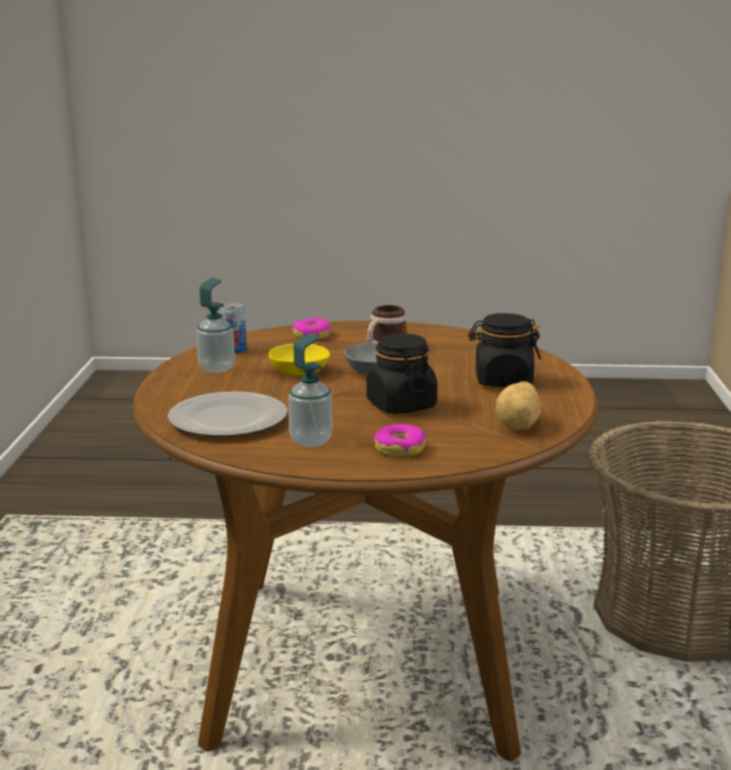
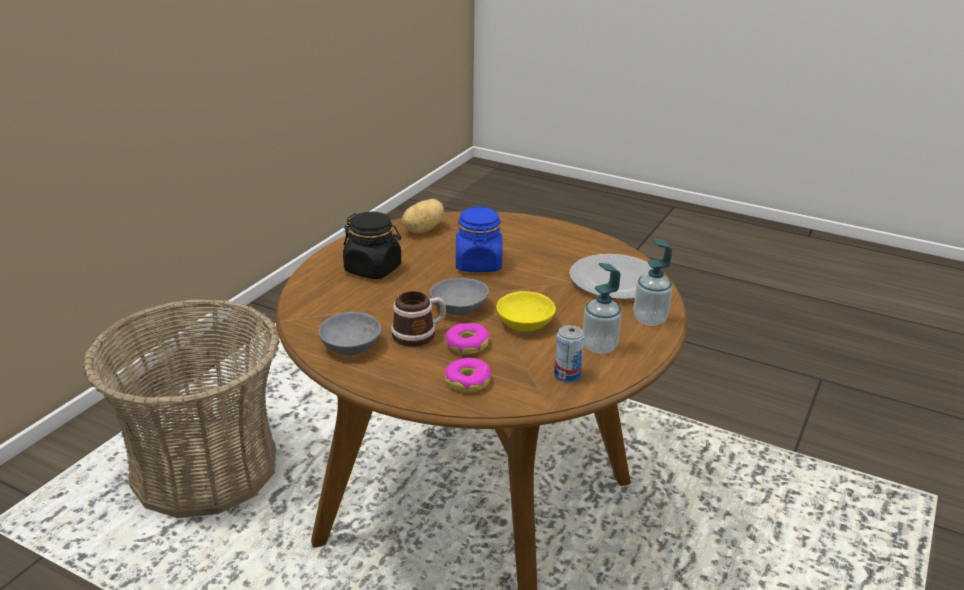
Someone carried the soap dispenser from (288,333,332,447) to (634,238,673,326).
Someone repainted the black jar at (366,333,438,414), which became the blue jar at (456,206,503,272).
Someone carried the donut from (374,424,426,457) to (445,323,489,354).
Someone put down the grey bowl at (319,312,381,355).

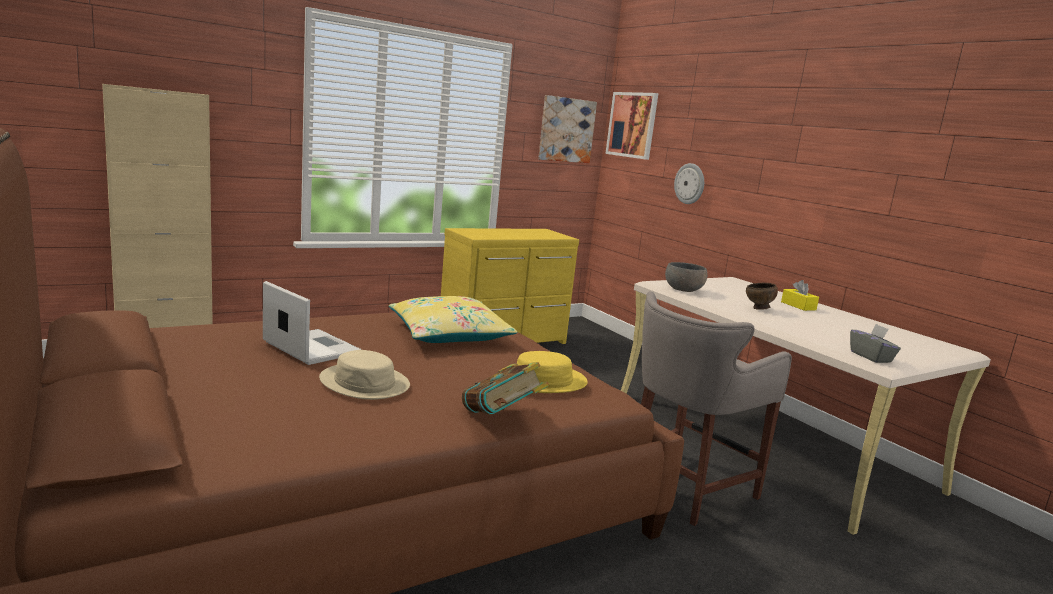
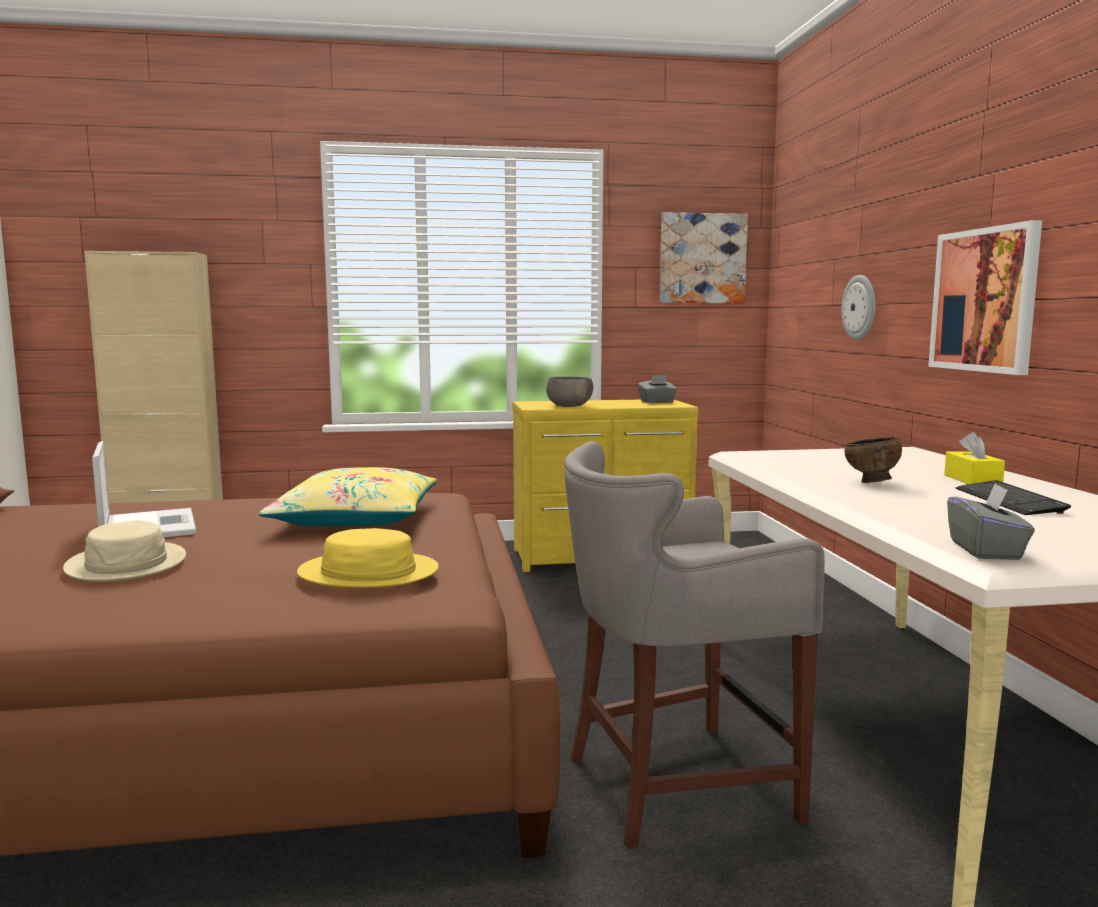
Someone took away the book at (462,362,549,414).
Someone carried the picture from (605,92,658,160) to (928,220,1042,375).
Someone carried the grey bowl from (665,262,707,292) to (546,377,593,407).
Someone put down the grey tissue box at (638,375,677,403).
Someone put down the keyboard at (956,480,1071,515).

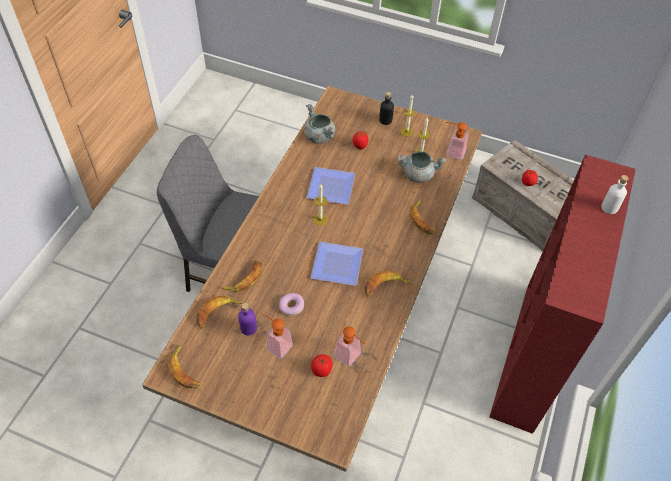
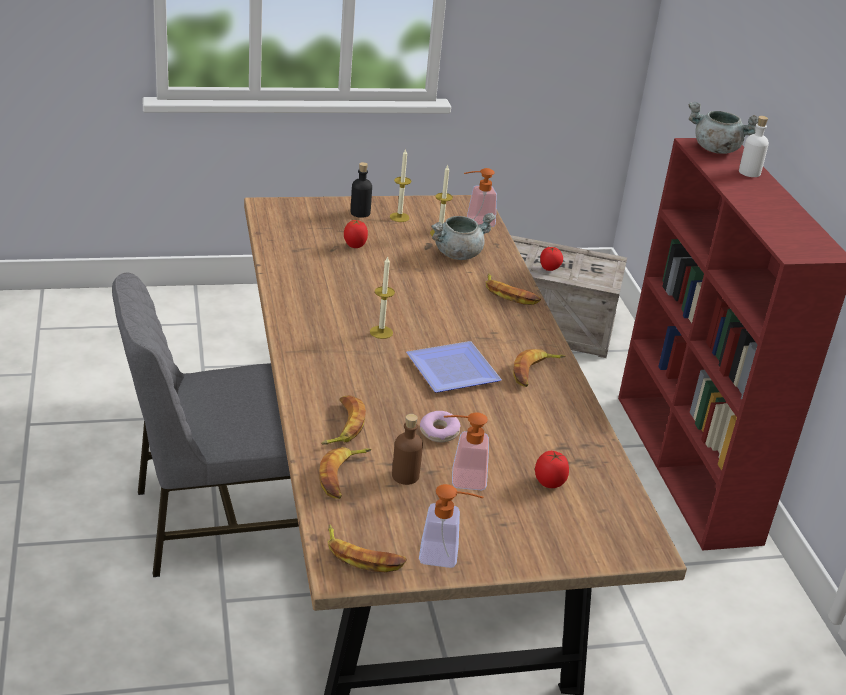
Someone repainted the purple bottle at (238,303,257,336), which became the brown bottle at (392,414,423,485).
Someone carried the grey cooking pot from (304,104,336,144) to (688,102,758,154).
Someone took away the plate at (306,167,355,205).
Someone carried the soap dispenser from (334,326,366,366) to (419,484,483,568).

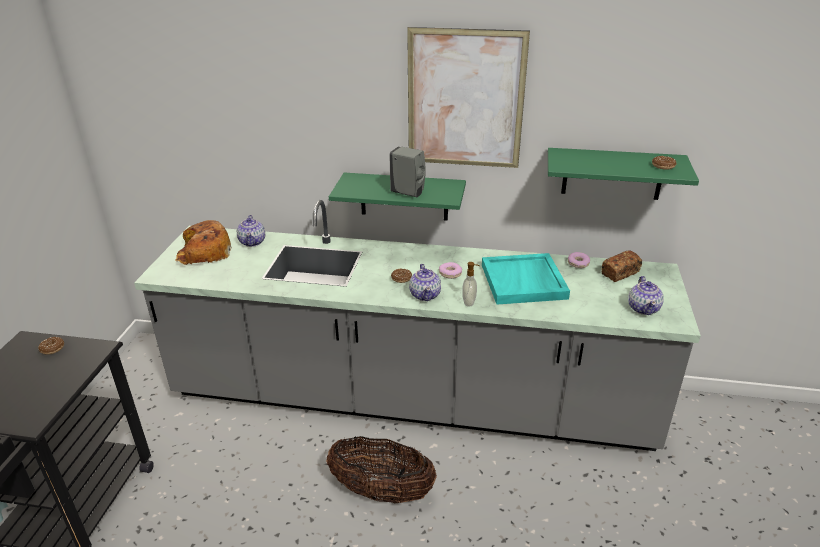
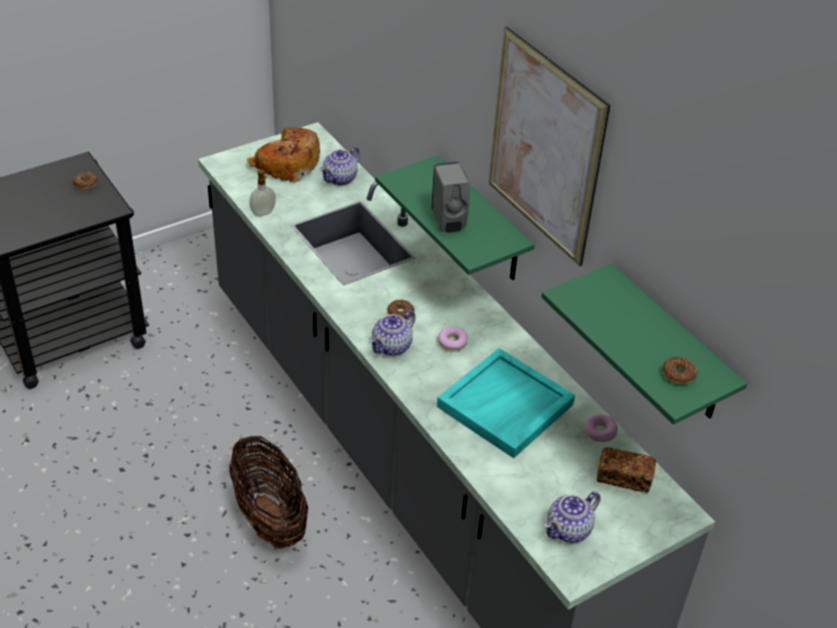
Someone carried the soap dispenser from (462,262,480,306) to (250,169,276,217).

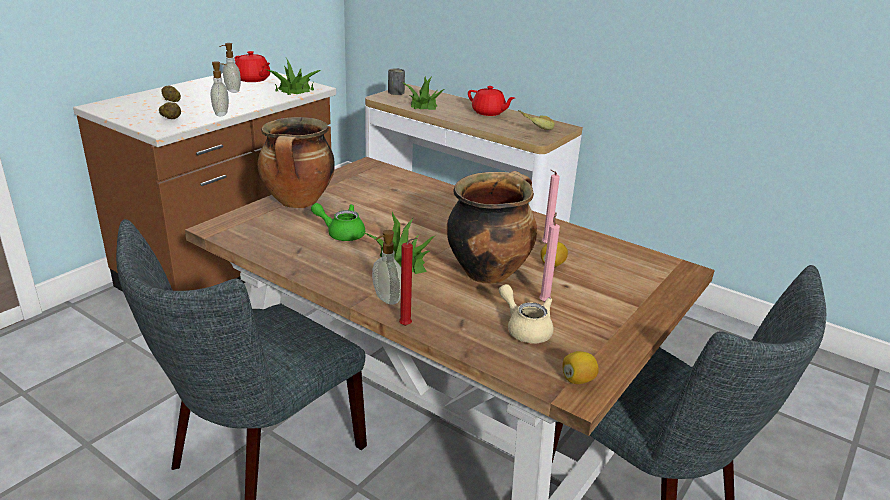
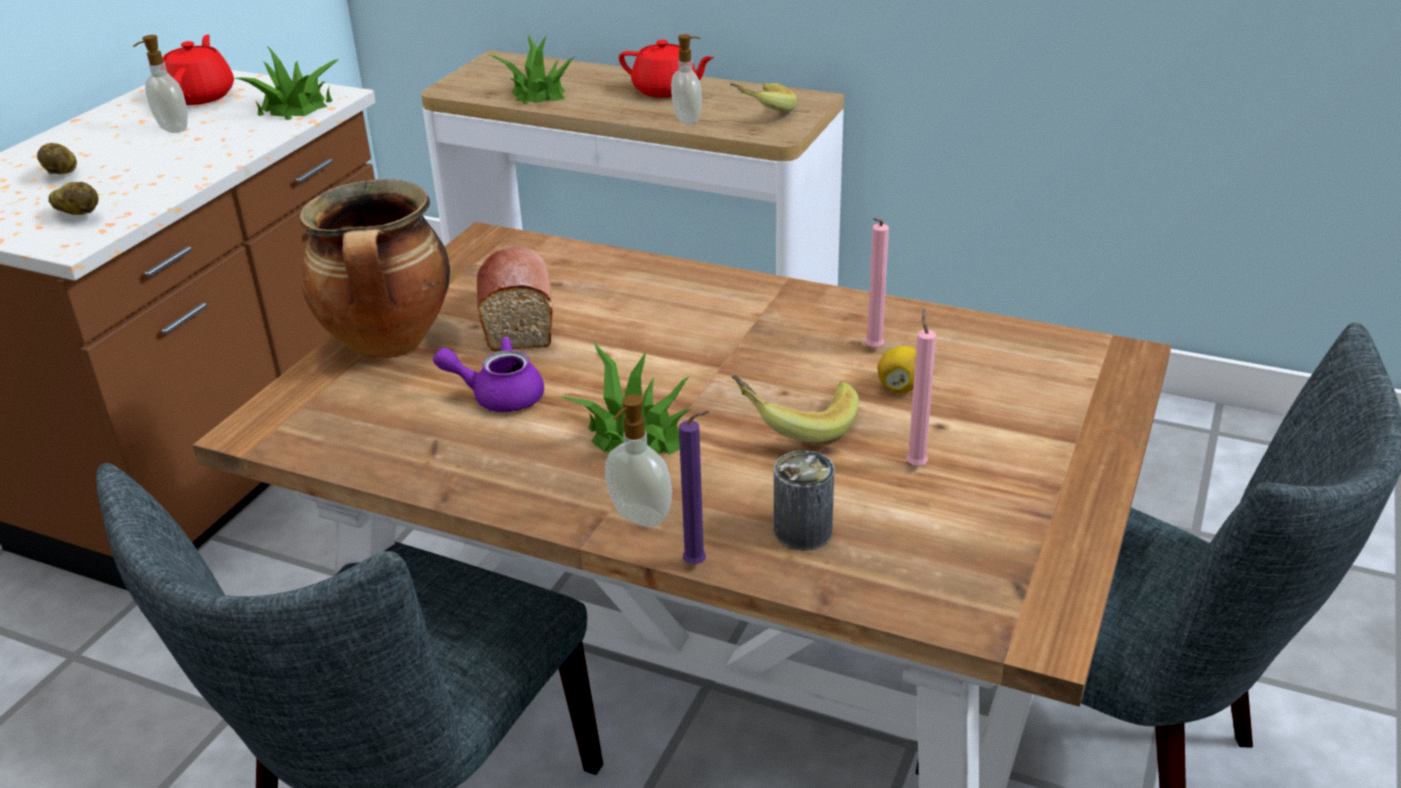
Someone carried the soap dispenser from (210,61,229,116) to (671,34,702,124).
Someone rotated the red teapot at (235,51,270,82) by 120 degrees counterclockwise.
Someone repainted the green teapot at (311,203,365,241), which became the purple teapot at (433,337,544,412).
Someone carried the can from (388,69,405,95) to (774,450,834,550).
Someone repainted the red candle at (399,238,418,326), which became the purple candle at (679,411,709,565).
Someone swapped the cooking pot at (447,171,537,284) for the banana at (732,375,859,442).
Someone took away the beige teapot at (499,284,554,344).
Someone took away the lemon at (563,351,599,384).
Someone put down the bread at (477,247,553,351).

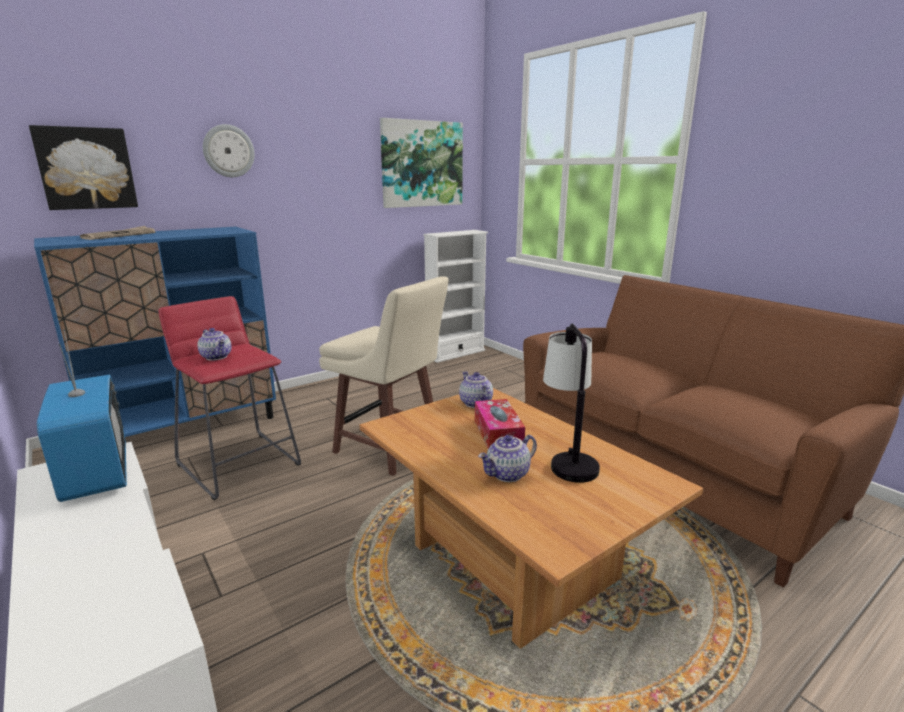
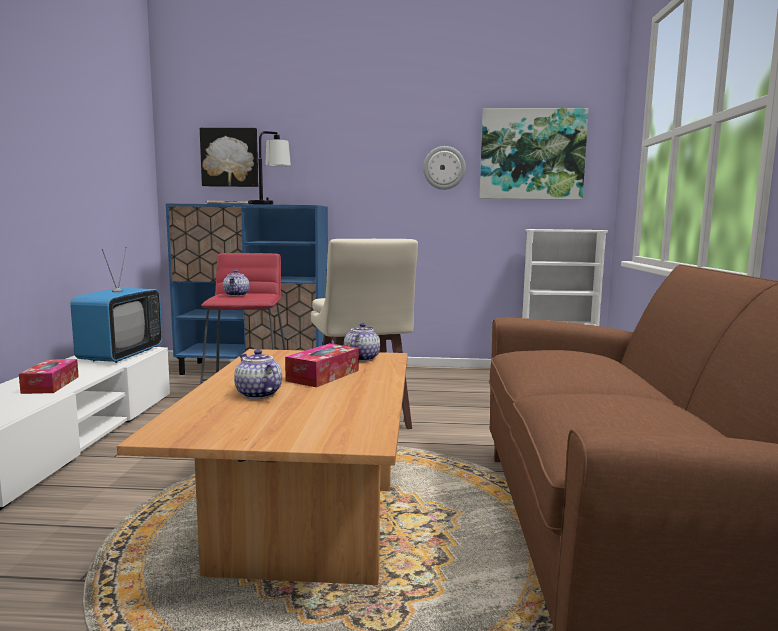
Someone carried the wall clock from (203,124,255,177) to (423,146,466,190).
Someone rotated the teapot at (478,435,537,482) by 45 degrees clockwise.
Someone carried the table lamp from (543,324,600,483) to (248,131,291,205).
Someone put down the tissue box at (19,359,79,394).

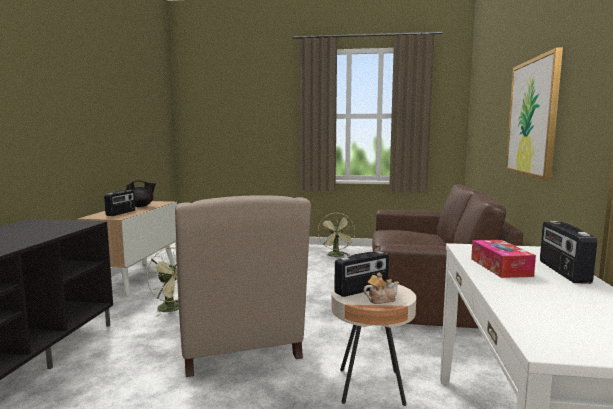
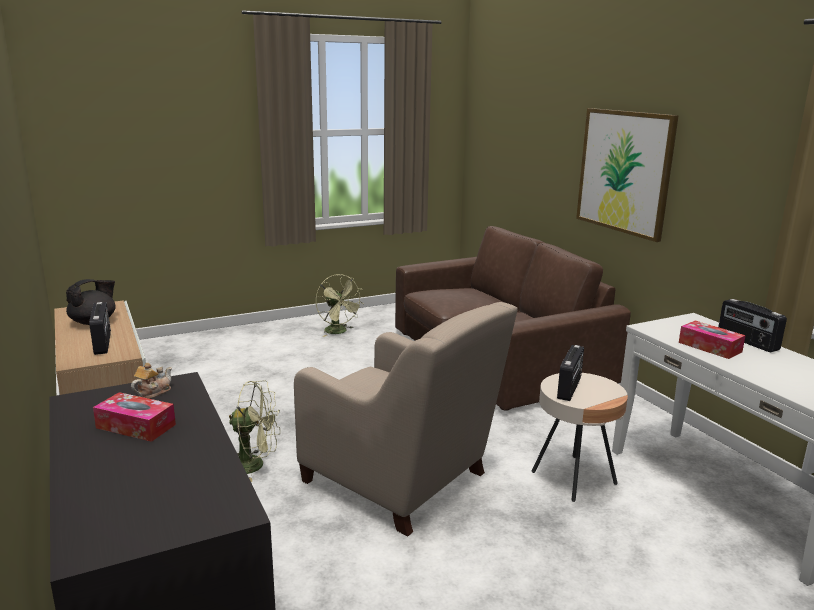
Someone carried the teapot from (364,272,399,304) to (131,363,172,399).
Someone put down the tissue box at (93,392,176,442).

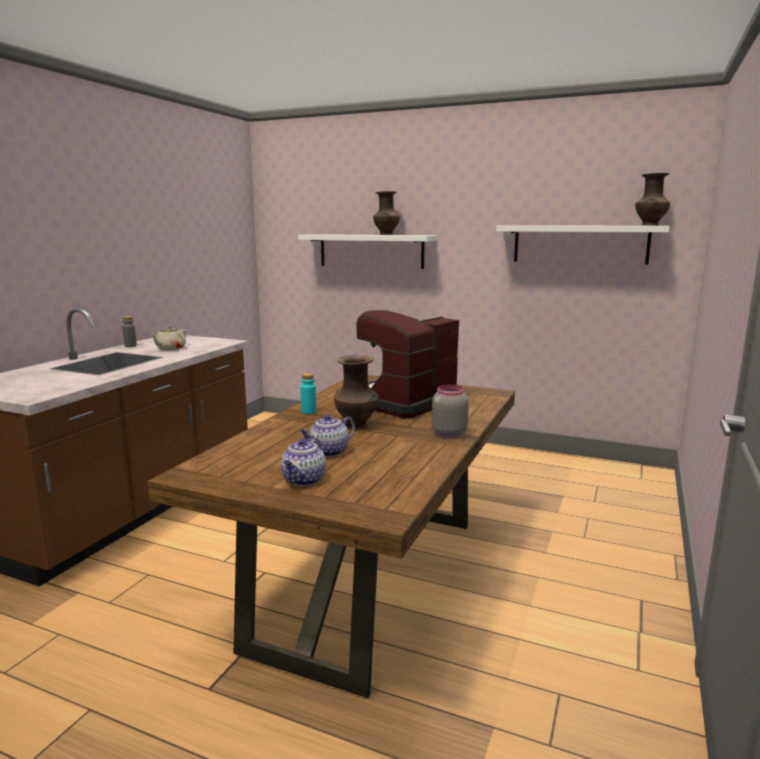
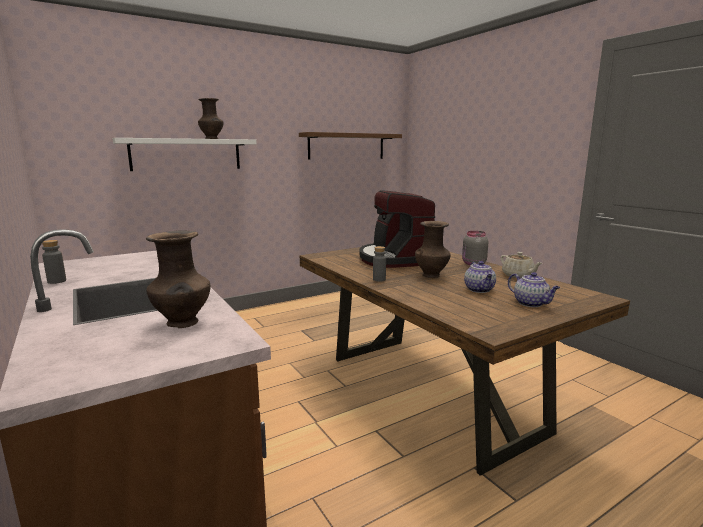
Someone carried the beige teapot from (150,326,187,350) to (501,252,542,278).
Someone repainted the turquoise bottle at (300,373,316,414), which became the grey bottle at (373,246,386,282).
Someone repainted the white shelf at (496,225,670,265), which became the brown shelf at (299,132,402,160).
Someone carried the brown vase from (635,173,670,225) to (146,231,211,328).

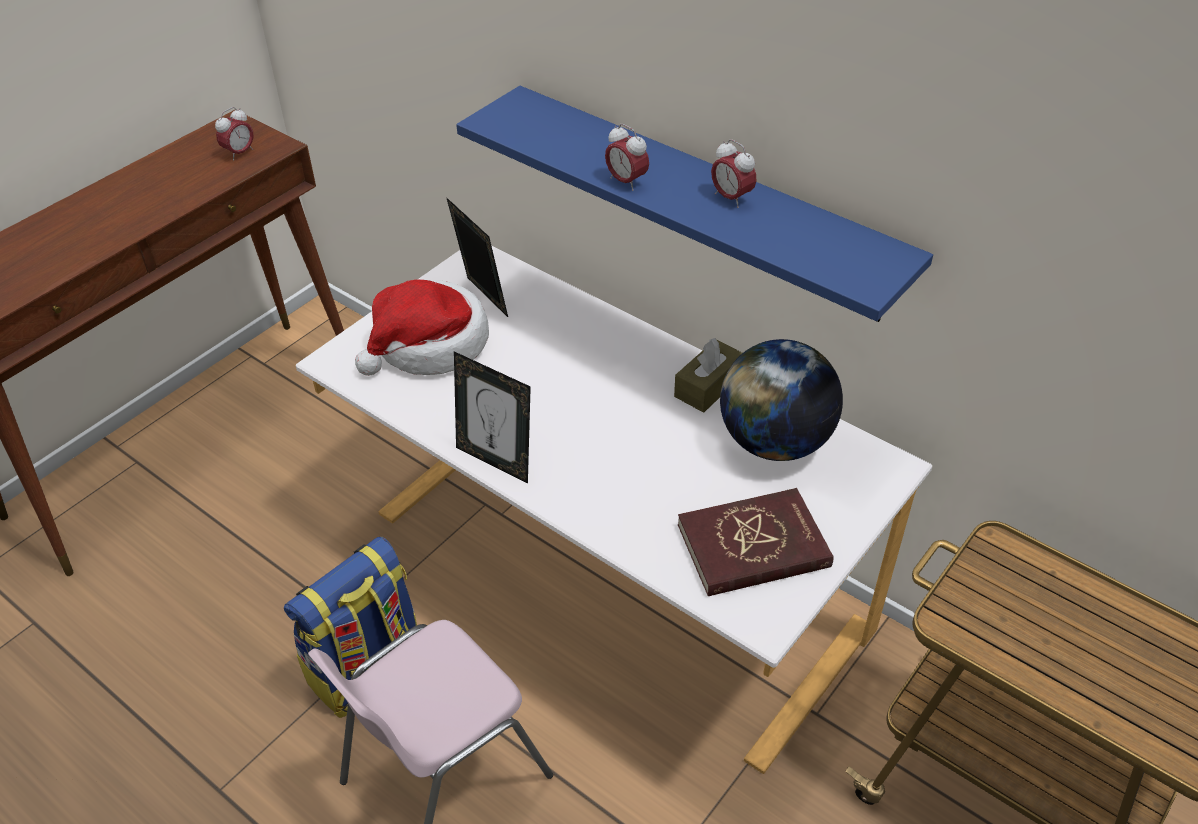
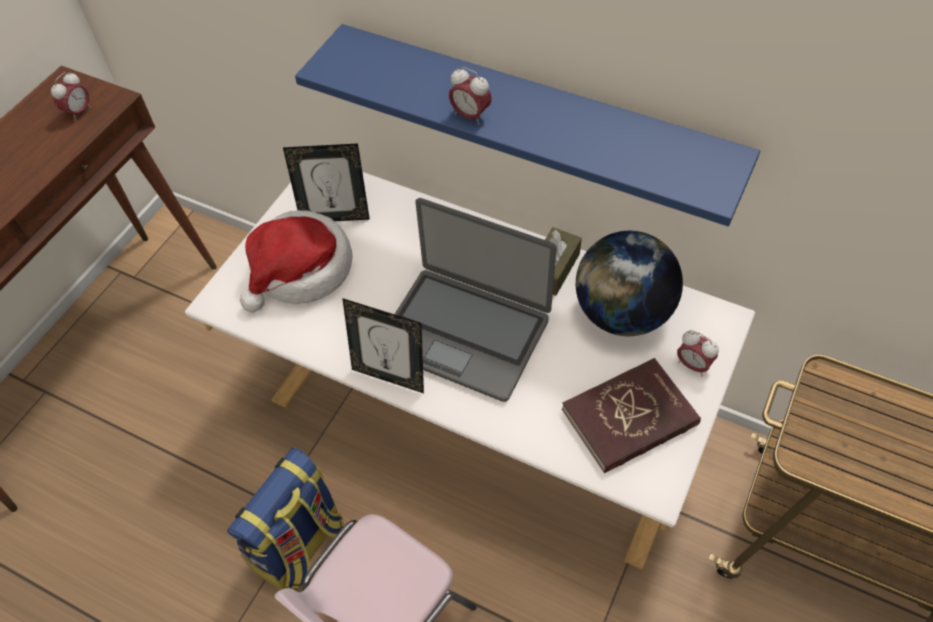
Someone rotated the picture frame at (446,197,508,317) by 135 degrees clockwise.
Someone carried the alarm clock from (711,139,756,208) to (677,330,719,376).
Someone put down the laptop at (395,198,557,402).

